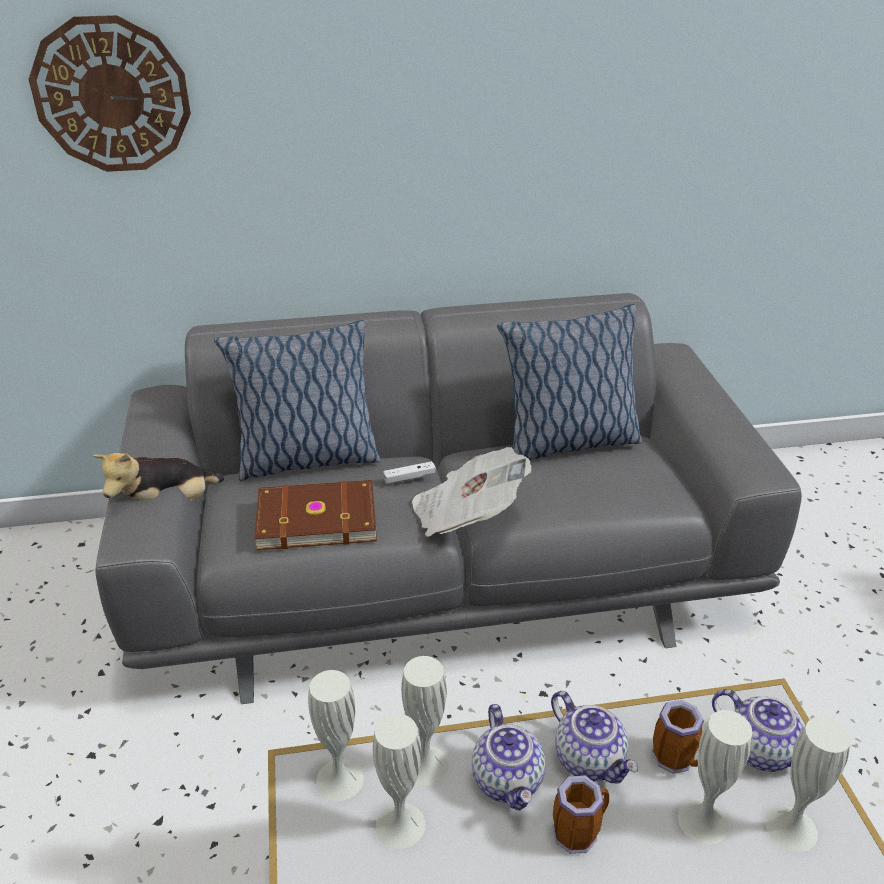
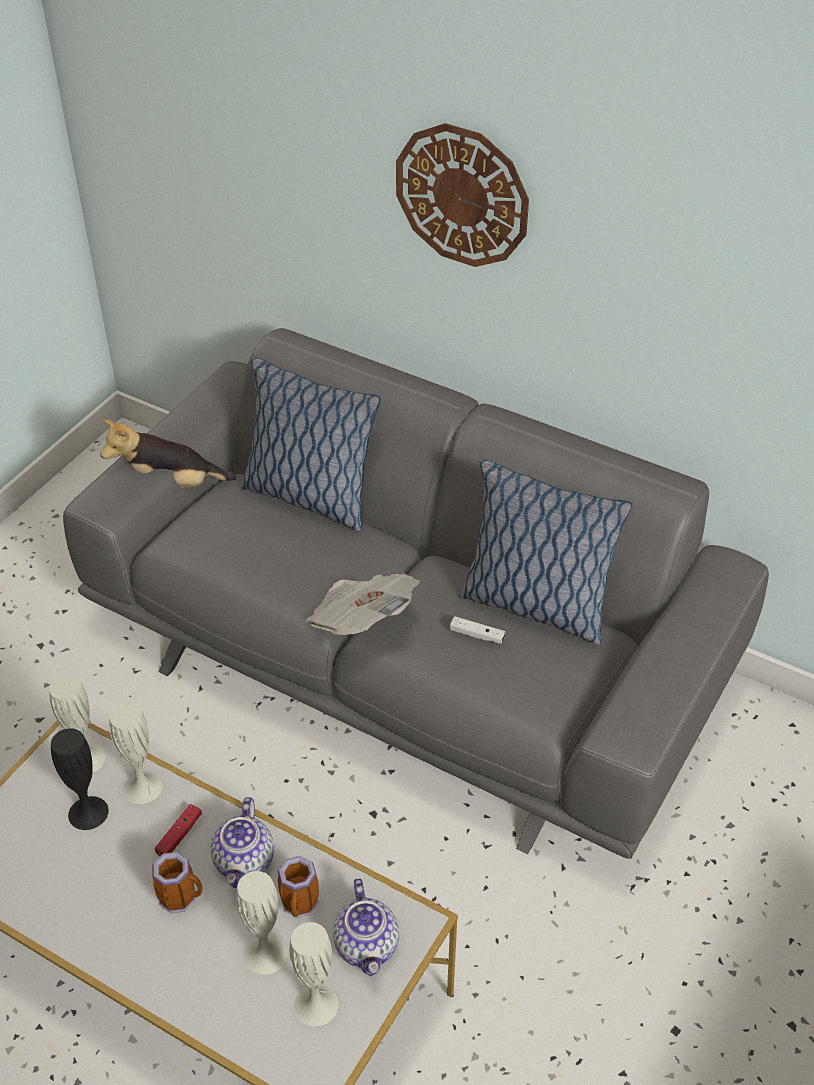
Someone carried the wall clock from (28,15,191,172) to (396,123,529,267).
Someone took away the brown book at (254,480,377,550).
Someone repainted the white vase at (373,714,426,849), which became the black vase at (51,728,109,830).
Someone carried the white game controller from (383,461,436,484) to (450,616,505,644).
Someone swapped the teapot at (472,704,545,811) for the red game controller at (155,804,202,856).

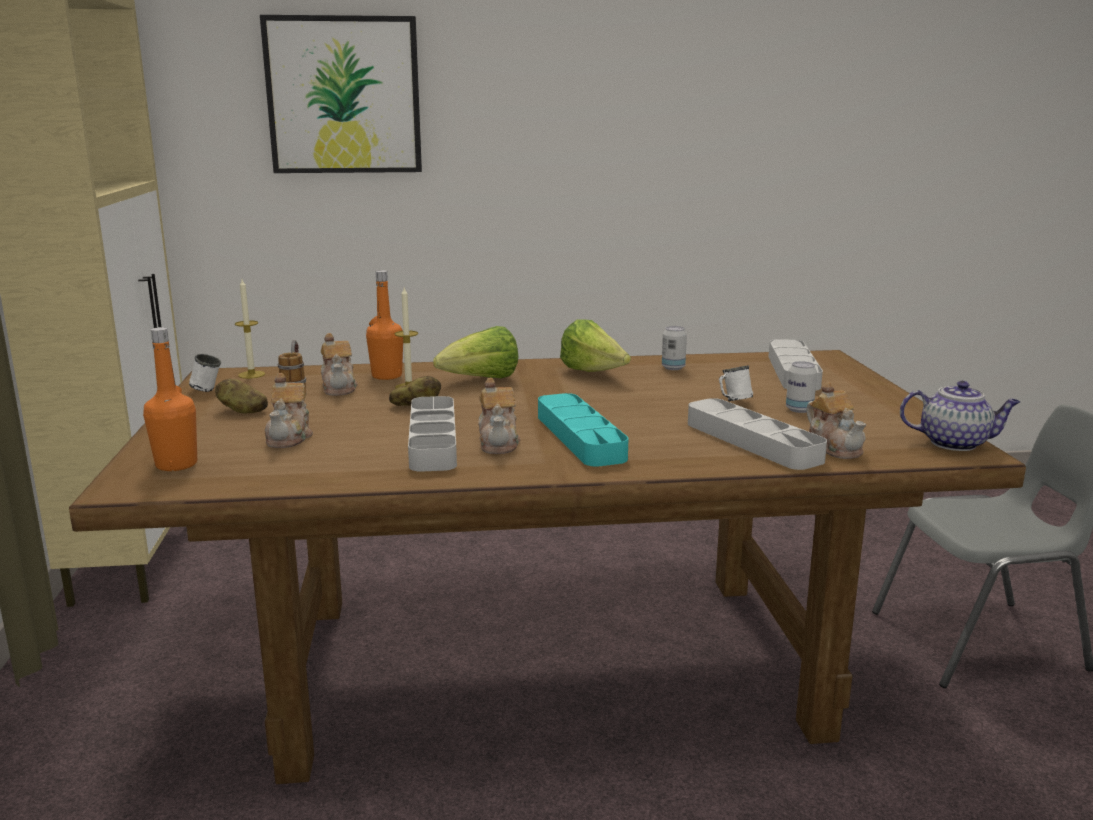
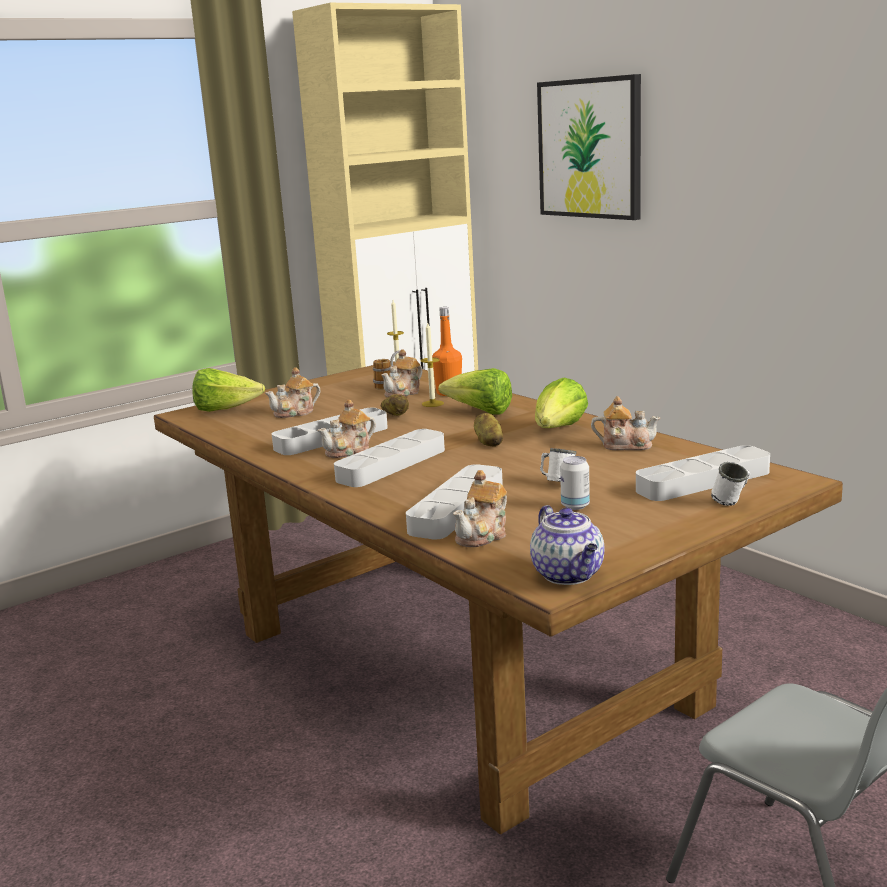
Someone swapped the orange bottle at (143,327,197,471) for the lettuce at (192,368,265,412).
Someone carried the white mug from (189,354,221,392) to (711,462,750,506).
Someone carried the potato from (215,379,268,413) to (474,413,503,447).
Someone repainted the turquoise tray at (538,393,628,466), which became the grey tray at (334,429,445,487).
Someone swapped the can at (662,326,687,370) for the teapot at (591,396,661,450).

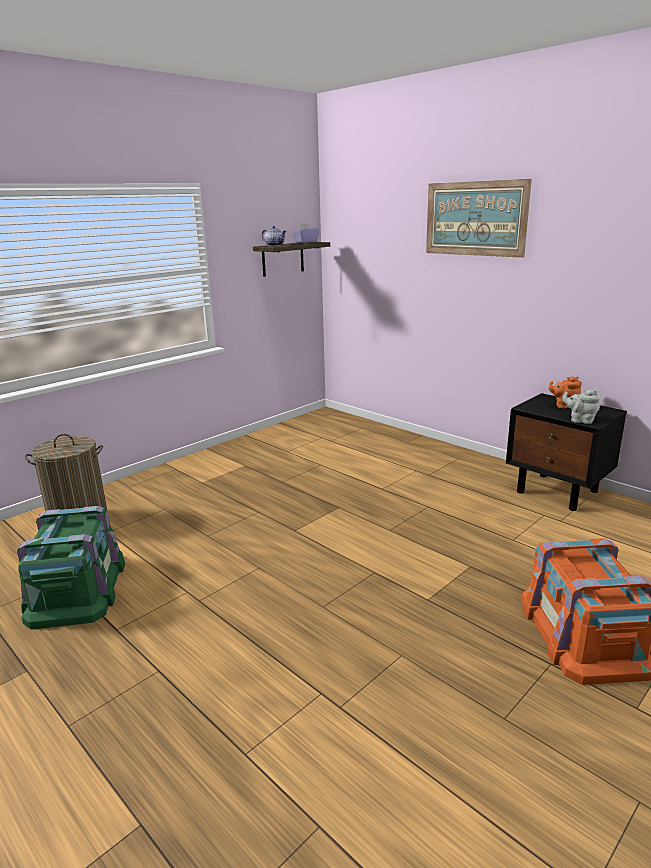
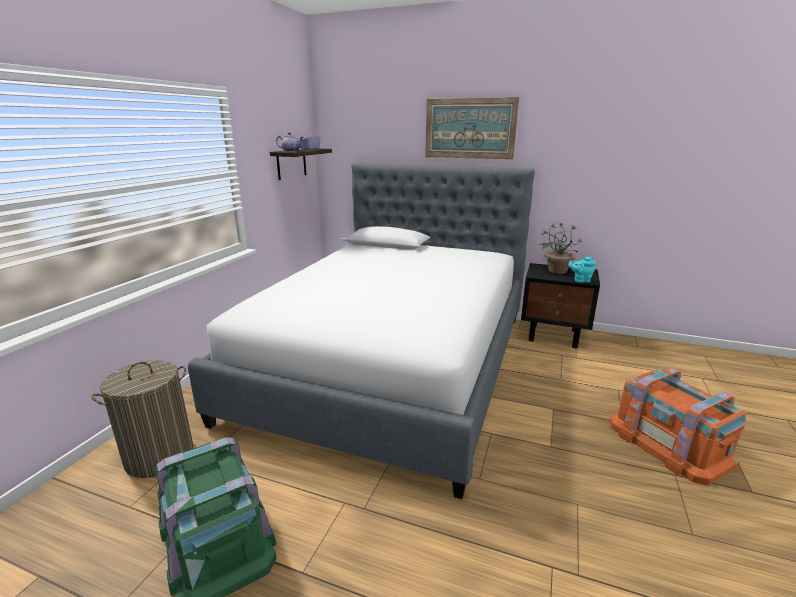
Someone swapped the orange teapot at (548,376,582,409) for the potted plant at (539,222,583,274).
Someone repainted the grey teapot at (562,390,600,424), which became the turquoise teapot at (568,257,596,282).
Someone put down the bed at (188,163,535,499).

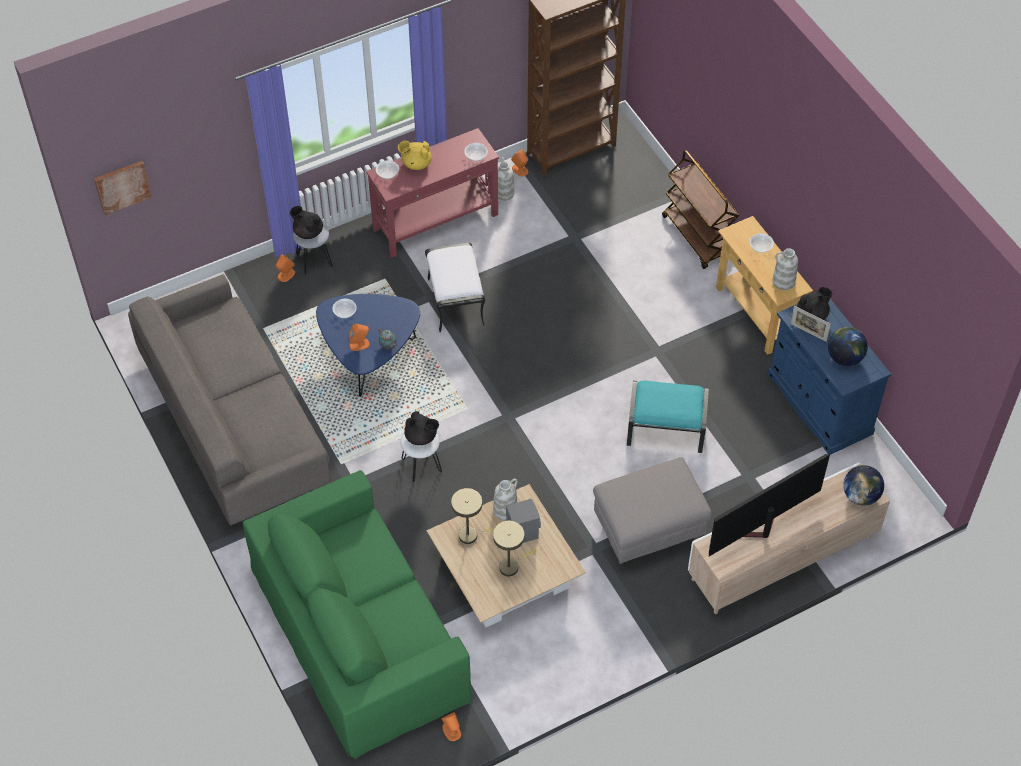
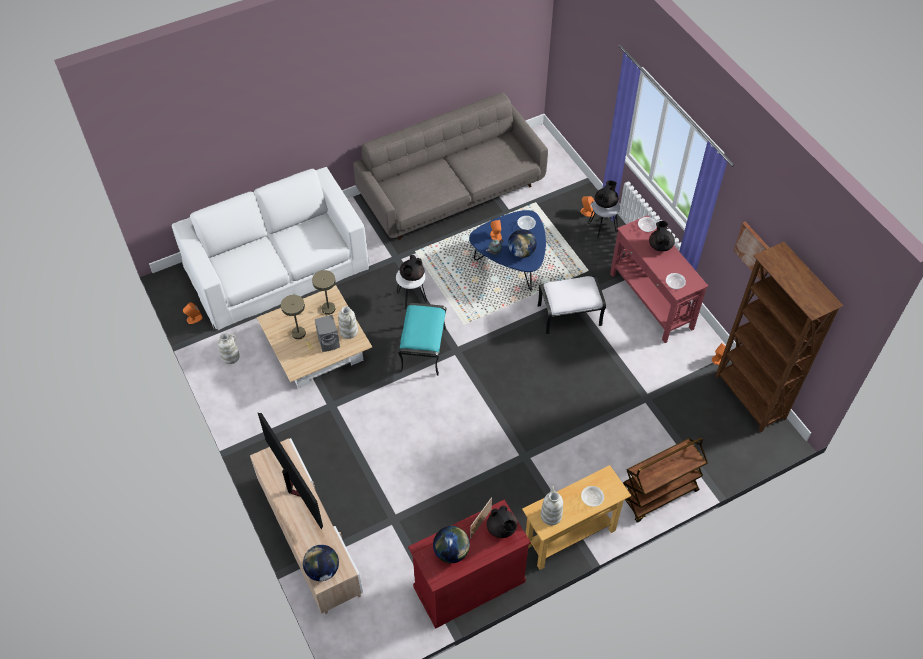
Someone carried the picture from (94,161,152,215) to (733,222,769,280).
Someone repainted the green sofa at (243,470,473,759), which became the white sofa at (172,167,370,330).
Someone repainted the yellow teapot at (398,141,432,170), which became the black teapot at (649,221,675,252).
Someone carried the white vase from (498,157,515,201) to (218,333,240,364).
Someone took away the grey ottoman at (593,457,712,564).
Someone carried the turquoise ottoman from (627,381,709,453) to (398,303,447,376).
Someone repainted the blue cabinet at (768,299,891,455), which became the red cabinet at (408,500,531,629).
Someone put down the globe at (508,229,537,258).

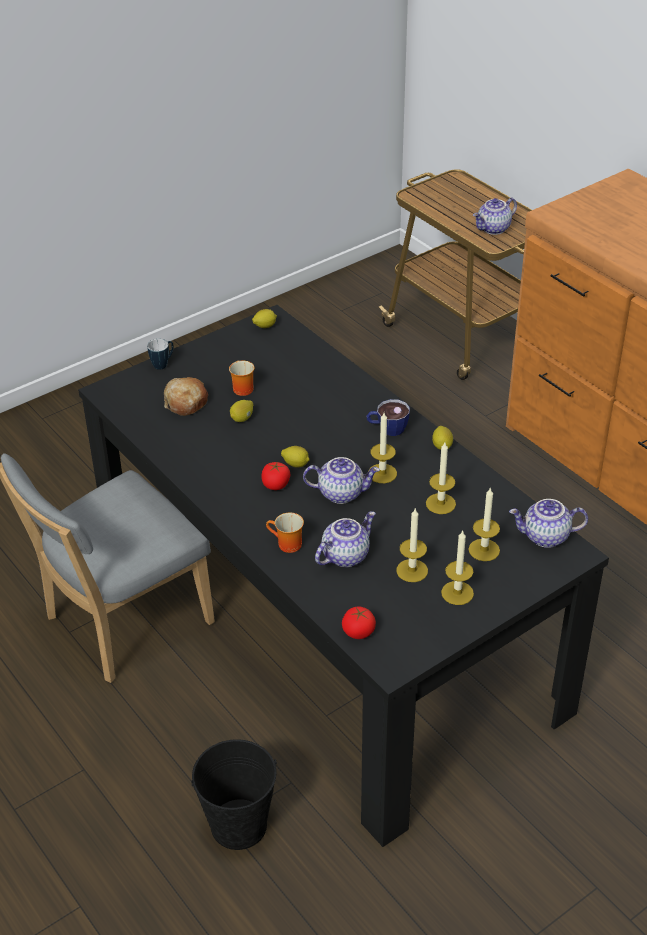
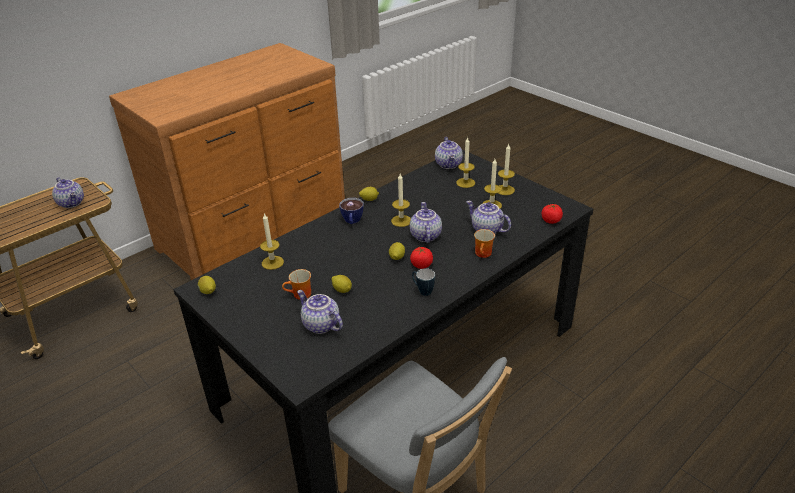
Someone carried the mug from (147,339,174,370) to (412,268,435,296).
Someone swapped the bread at (164,377,208,416) for the teapot at (297,290,343,334).
Someone took away the black bucket at (191,739,277,850).
Someone carried the candle from (426,443,456,514) to (260,213,284,270).

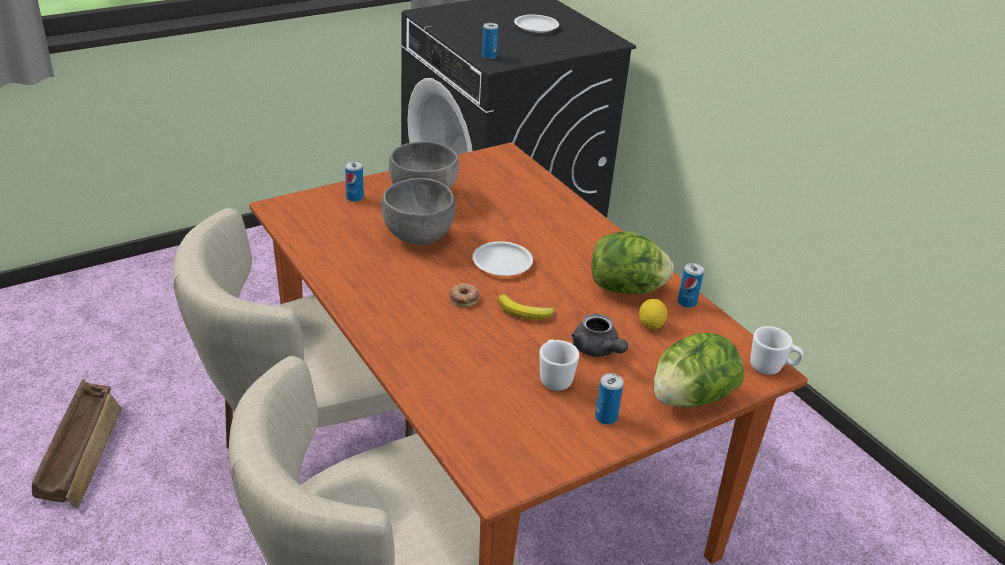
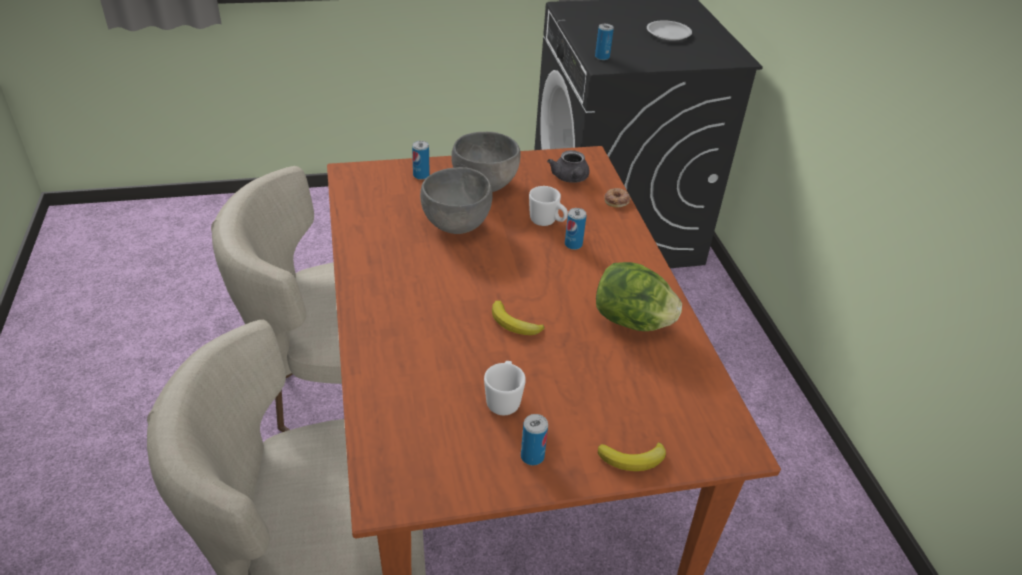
Someone took away the crate at (32,379,122,509).
Someone carried the donut from (449,283,480,307) to (605,188,630,207).
Someone took away the white plate at (472,241,533,276).
Someone carried the grey teapot from (571,314,628,357) to (547,150,589,183).
Someone took away the lemon at (639,299,668,330).
Someone swapped the lettuce at (654,333,744,408) for the banana at (598,442,666,471).
Someone carried the can from (678,263,704,308) to (565,208,587,250).
Someone carried the white mug from (750,326,803,375) to (529,186,568,226).

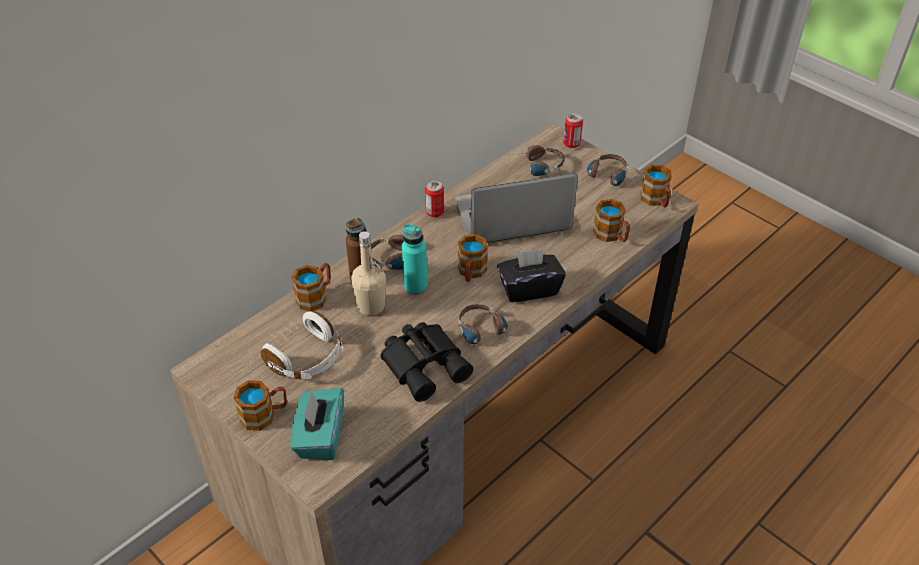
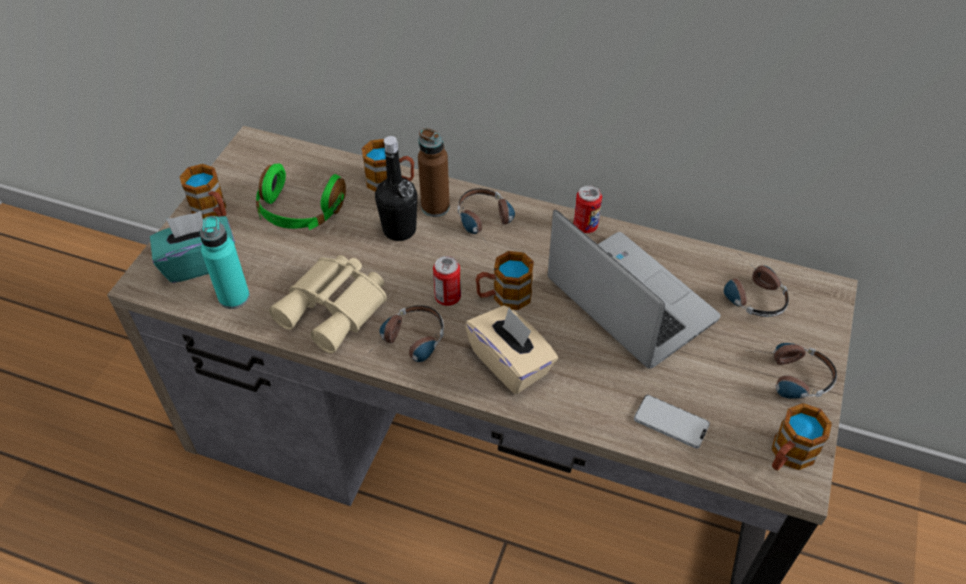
Someone repainted the white headphones at (261,311,343,379), which became the green headphones at (256,163,346,230).
Someone repainted the beige bottle at (351,231,386,315), which became the black bottle at (375,136,417,241).
Someone repainted the black binoculars at (381,322,473,402), which became the beige binoculars at (269,255,387,354).
Someone carried the turquoise bottle from (402,224,428,295) to (200,216,250,309).
Someone repainted the black tissue box at (497,249,566,303), which became the beige tissue box at (465,305,558,394).
Someone carried the can from (563,113,583,148) to (433,256,461,306).
Someone swapped the mug at (593,199,630,242) for the phone at (634,395,710,448).

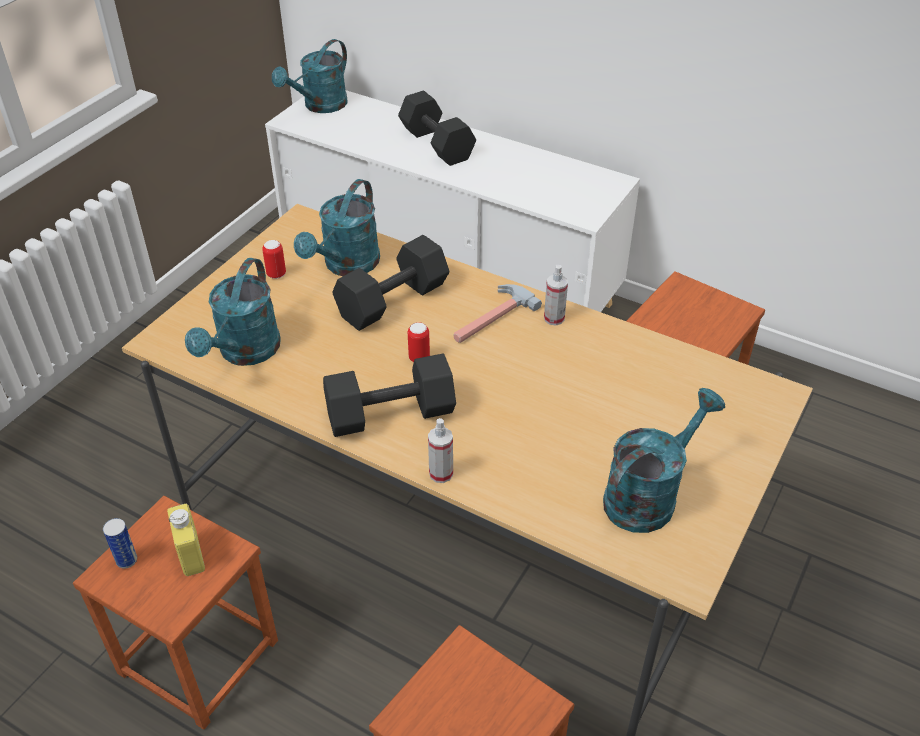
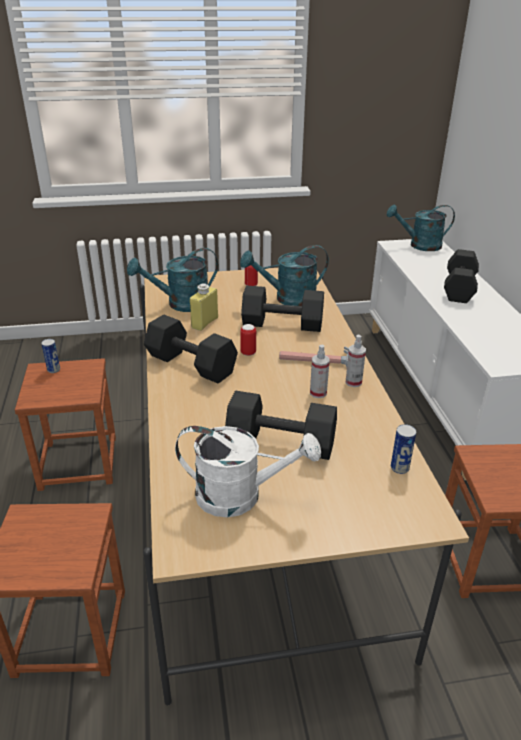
Someone carried the yellow bottle from (167,504,205,576) to (190,283,218,331).
Someone carried the spray bottle from (428,418,453,483) to (310,345,330,398).
Someone repainted the turquoise watering can at (603,388,726,533), which became the white watering can at (175,426,321,517).
Someone put down the black dumbbell at (225,391,337,460).
Someone put down the can at (391,424,416,474).

